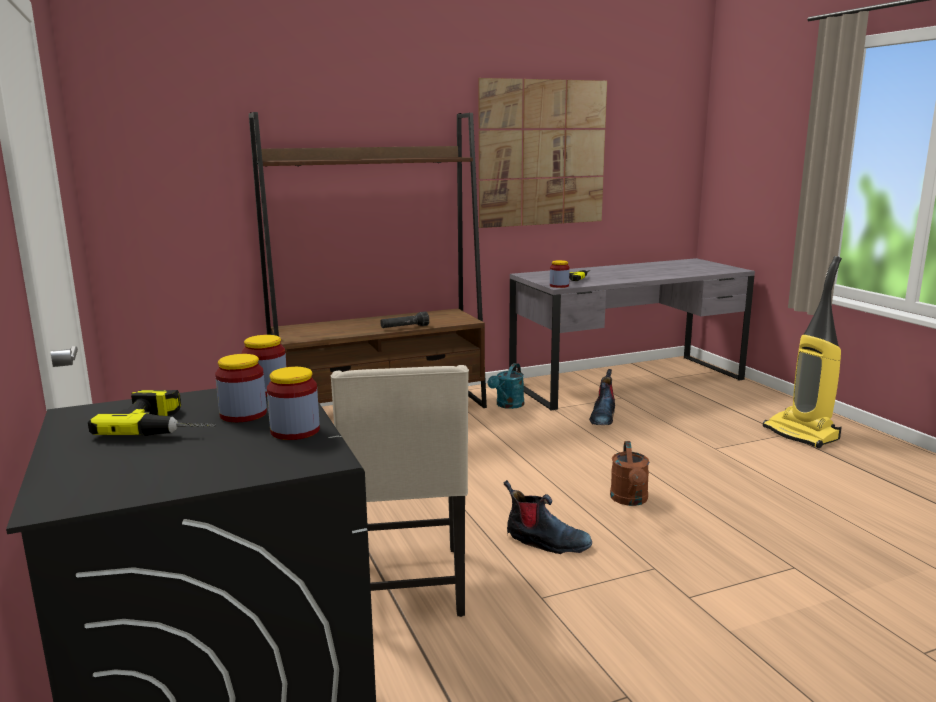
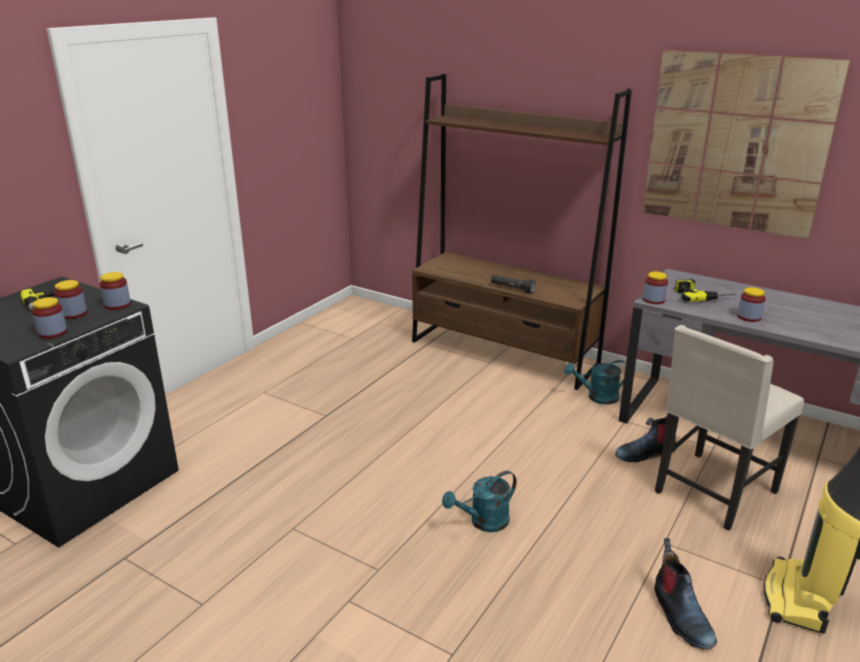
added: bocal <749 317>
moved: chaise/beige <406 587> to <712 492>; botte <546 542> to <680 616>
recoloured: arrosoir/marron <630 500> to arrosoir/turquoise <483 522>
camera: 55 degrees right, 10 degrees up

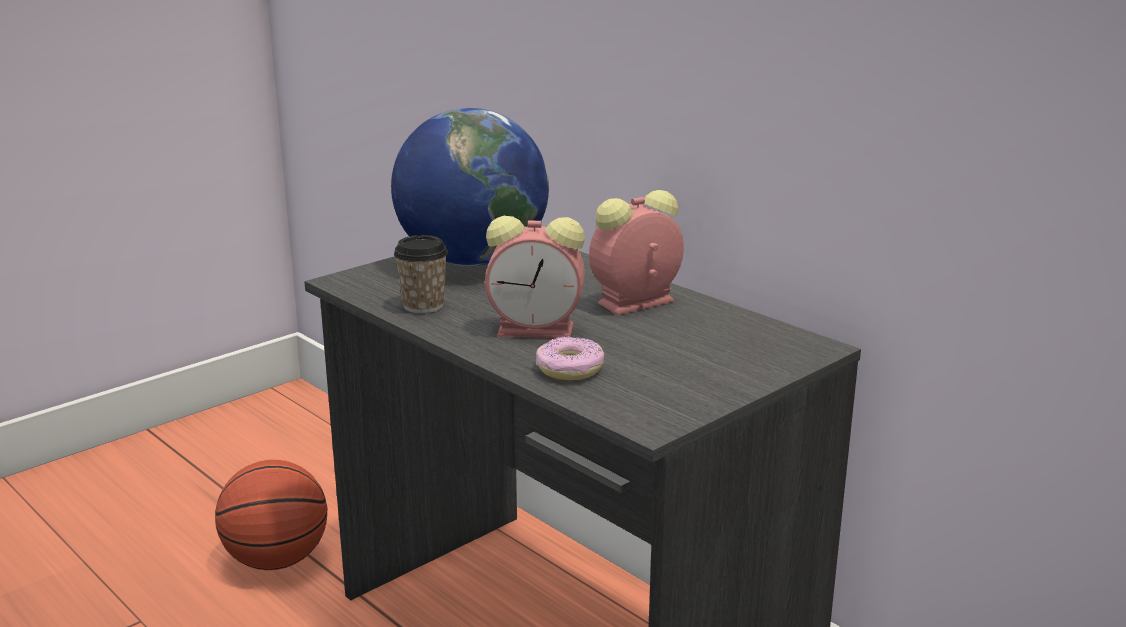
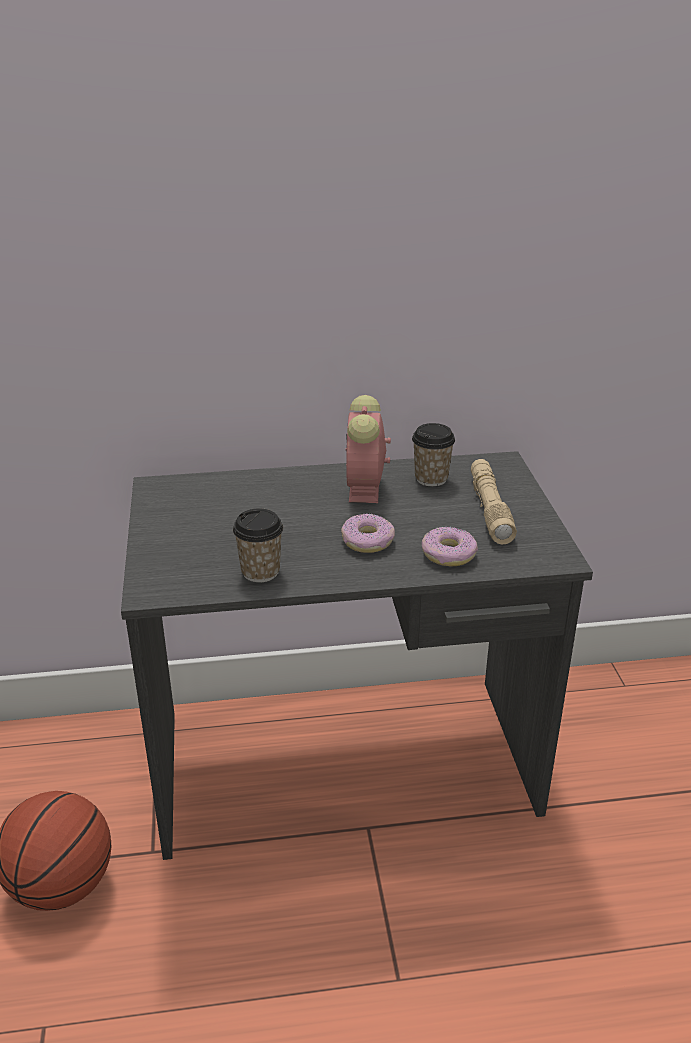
removed: globe <472 261>
added: tasse <431 478>; lampe de poche/beige <490 509>
replaced: réveil <539 329> to beignet <367 541>
camera: 55 degrees left, 10 degrees up

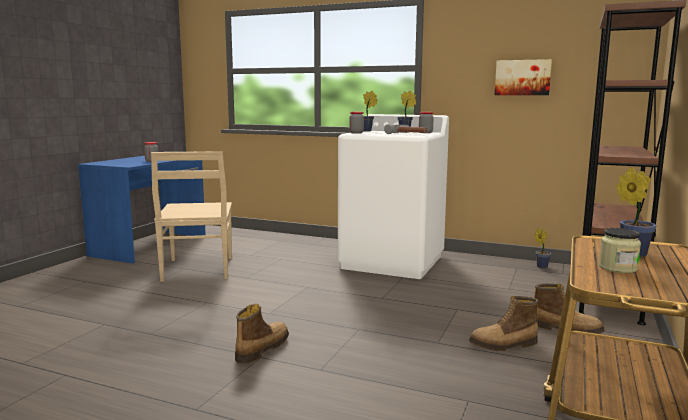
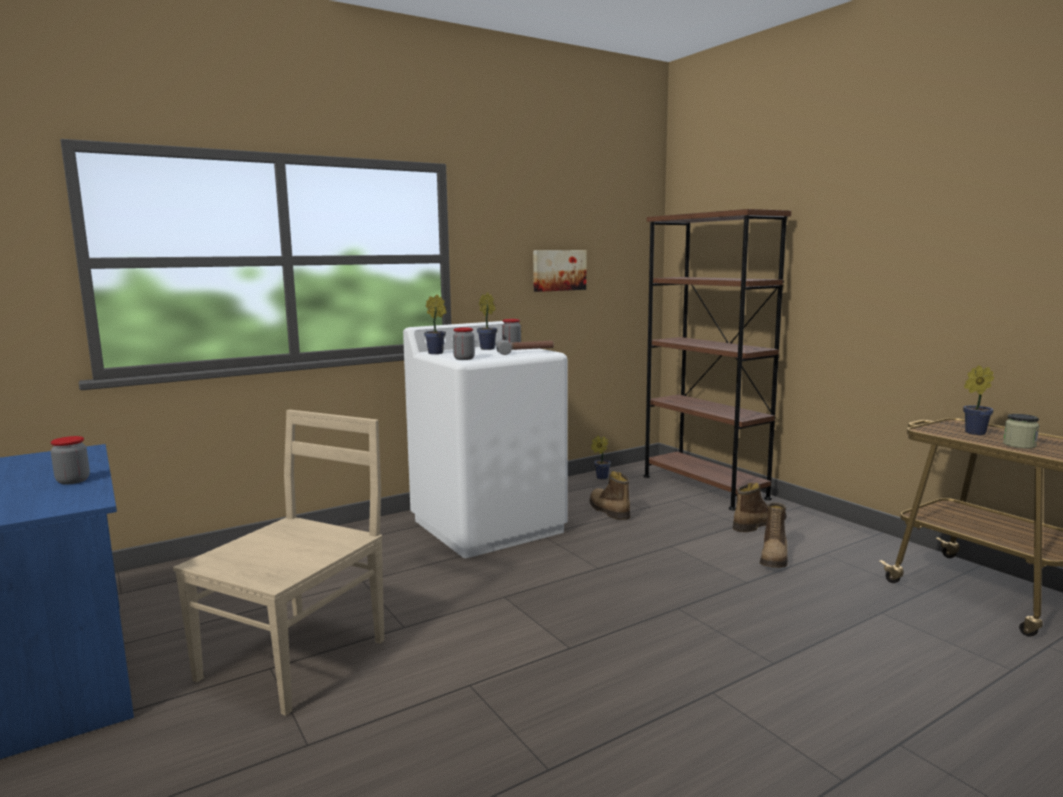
moved: botte <261 349> to <608 510>
turned: chaise/beige <197 269> = <297 657> 90 degrees counterclockwise
camera: 55 degrees left, 0 degrees up

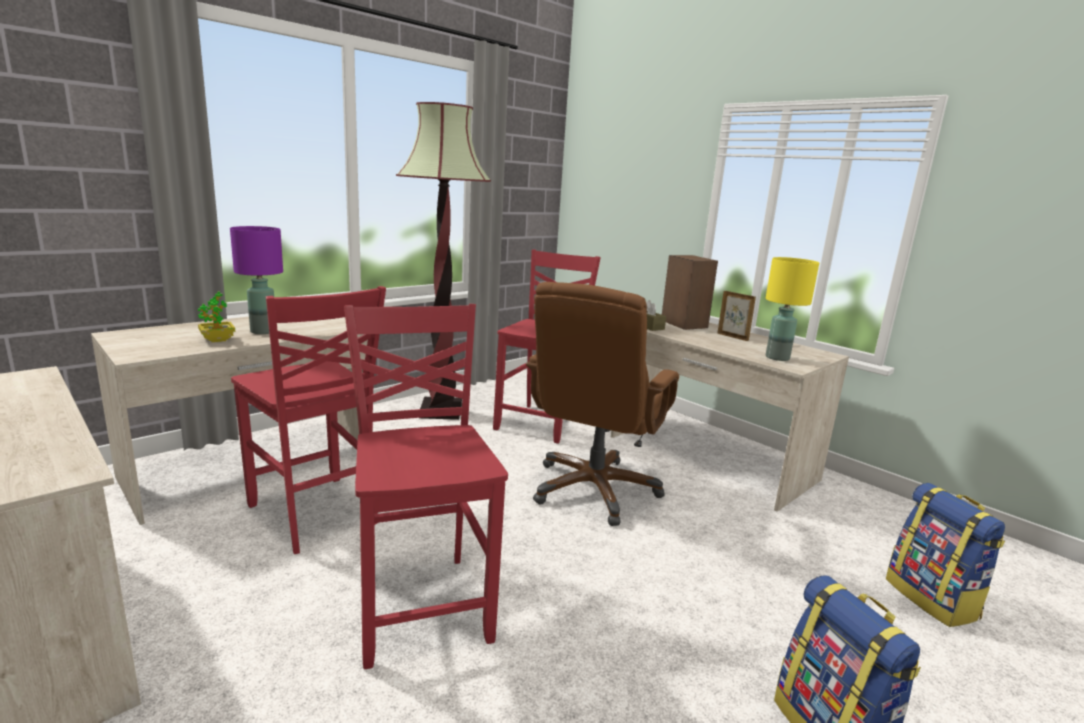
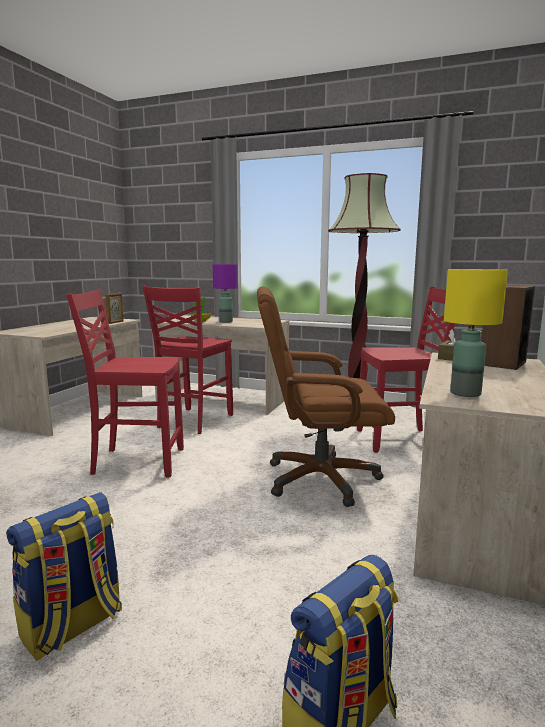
moved: cadre photo <732 337> to <115 322>
turned: chaise/rouge <422 604> = <137 461> 135 degrees counterclockwise
camera: 65 degrees right, 5 degrees down

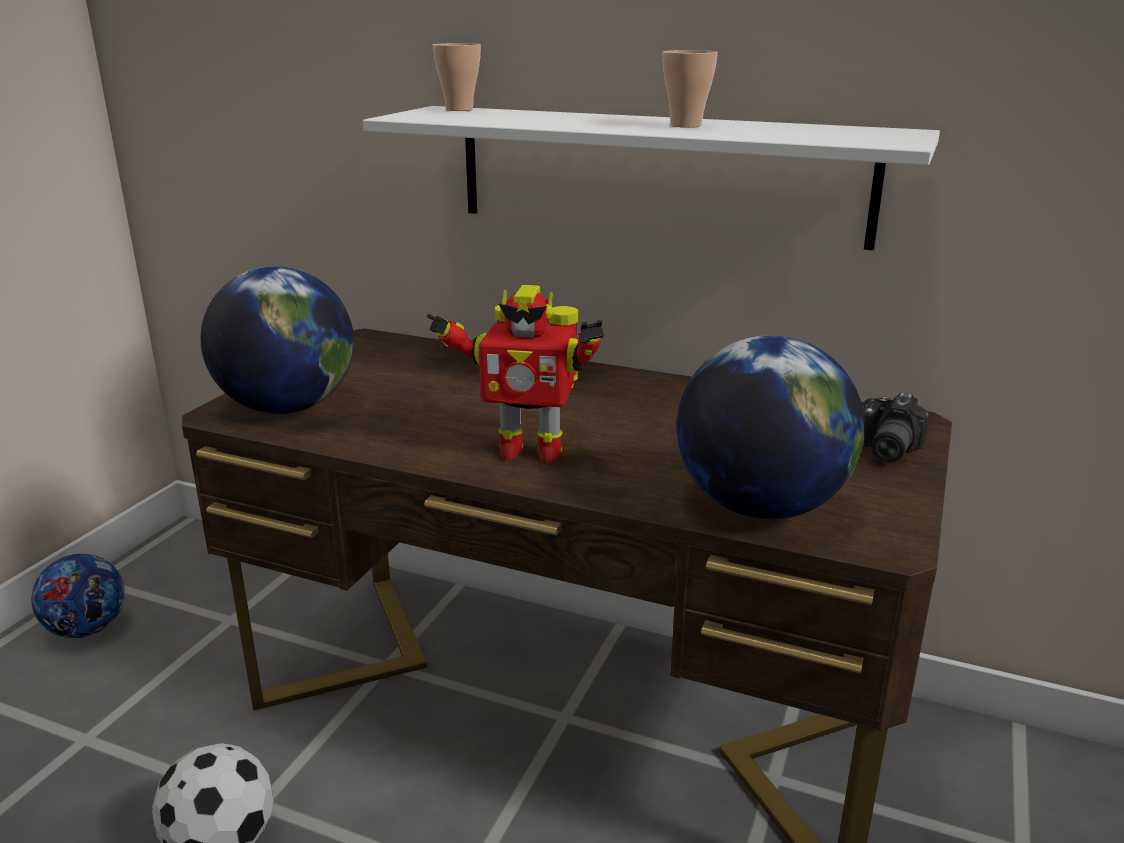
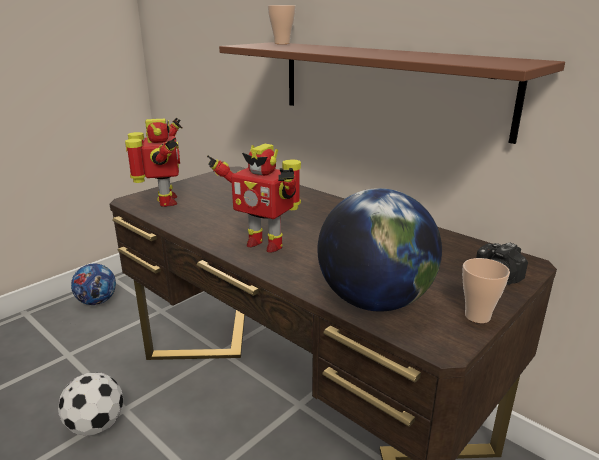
moved: tasse <686 125> to <477 316>
replaced: globe <287 407> to robot jouet <164 201>
recoloured: étagère/blanc <658 174> to étagère/marron <387 86>
camera: 20 degrees right, 0 degrees up

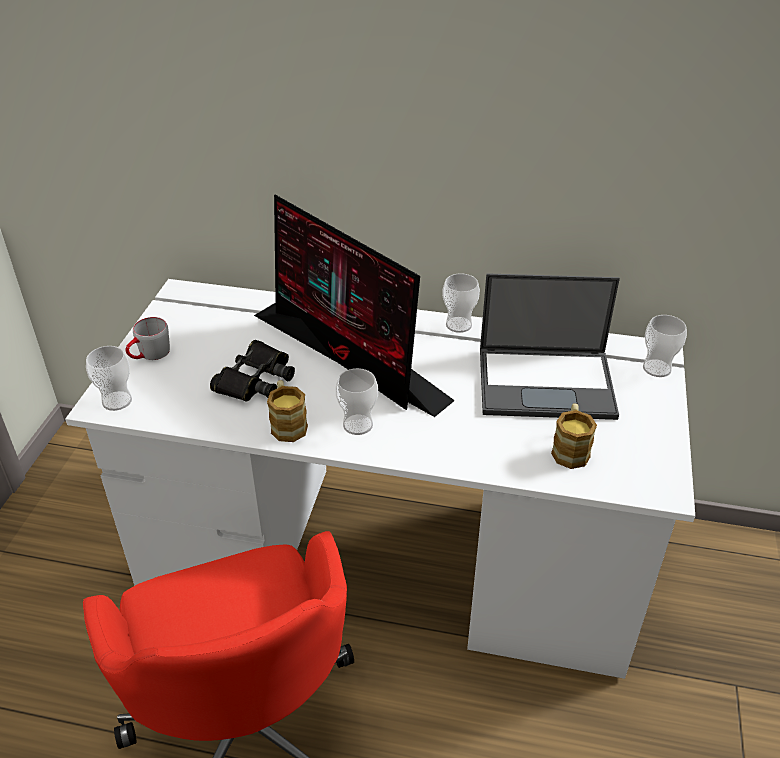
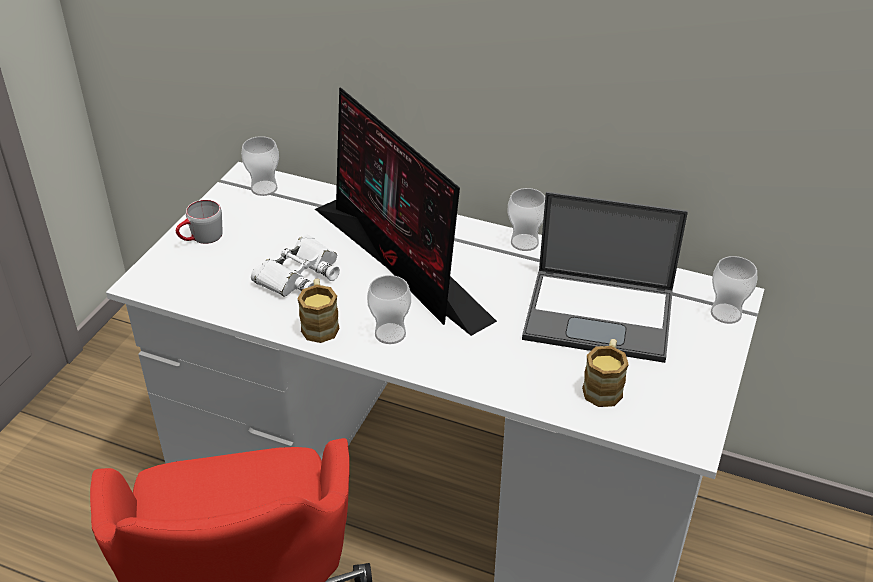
moved: tasse <117 401> to <264 188>
recoloured: jumelles/noir <255 379> to jumelles/blanc <299 275>
camera: 10 degrees right, 0 degrees up

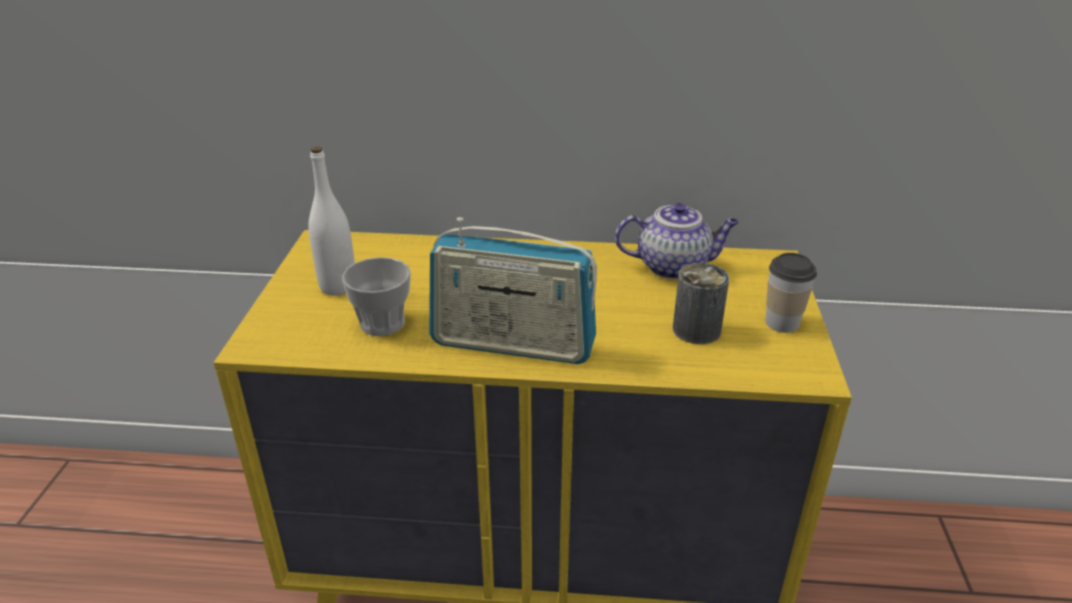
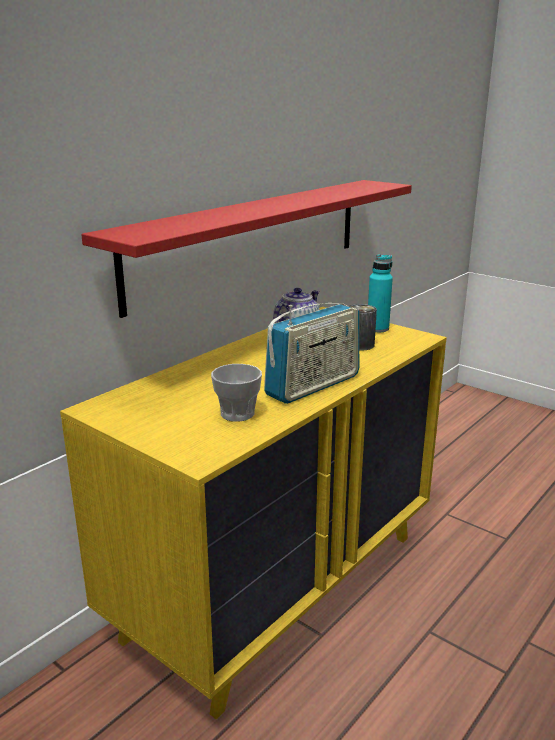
removed: bouteille/blanc <338 287>
added: étagère/rouge <252 239>
replaced: tasse <782 323> to bouteille/turquoise <377 328>
camera: 55 degrees left, 10 degrees down

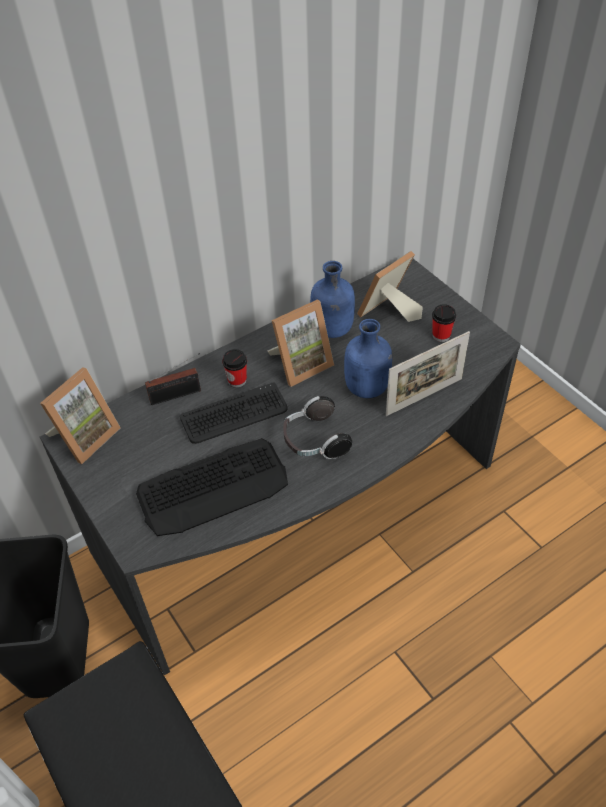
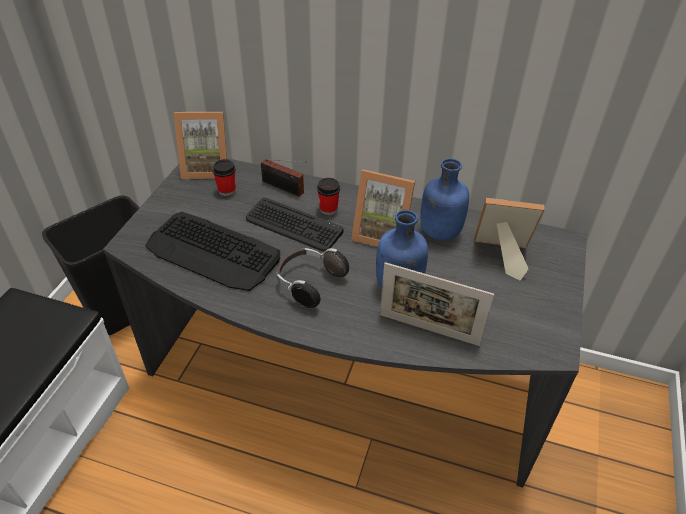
moved: tasse <441 335> to <227 190>
camera: 50 degrees right, 5 degrees down

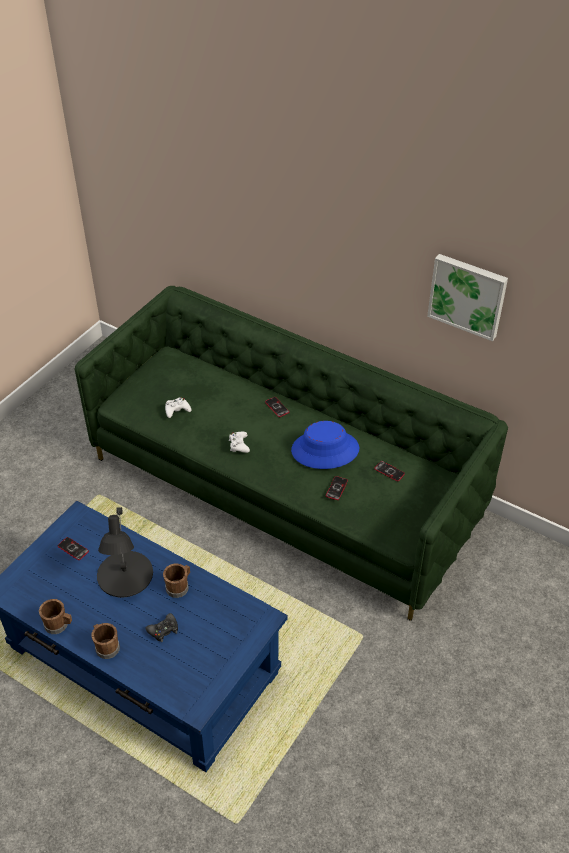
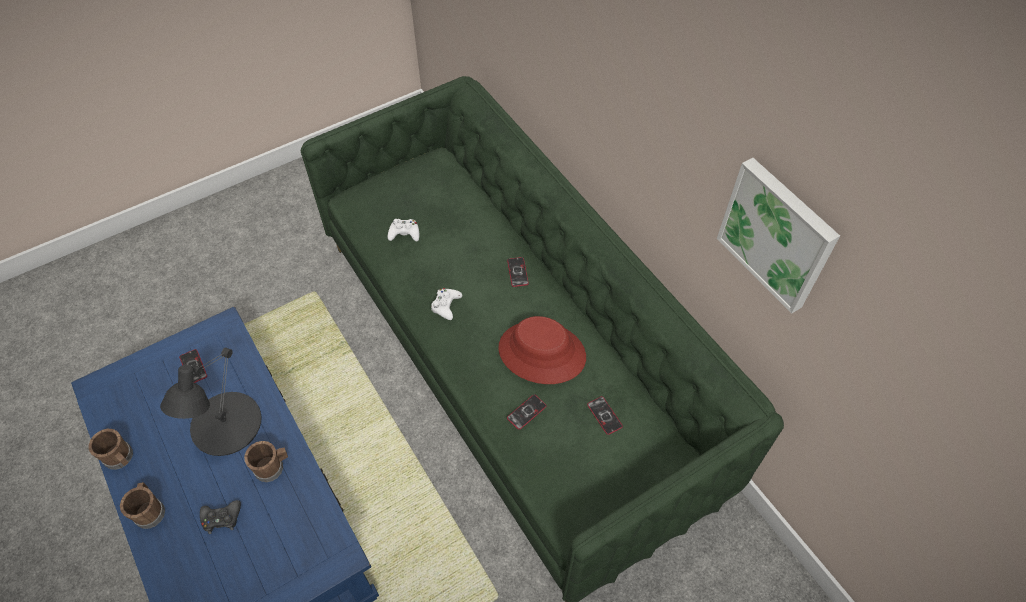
recoloured: chapeau/bleu <325 450> to chapeau/rouge <541 353>
camera: 25 degrees right, 10 degrees up

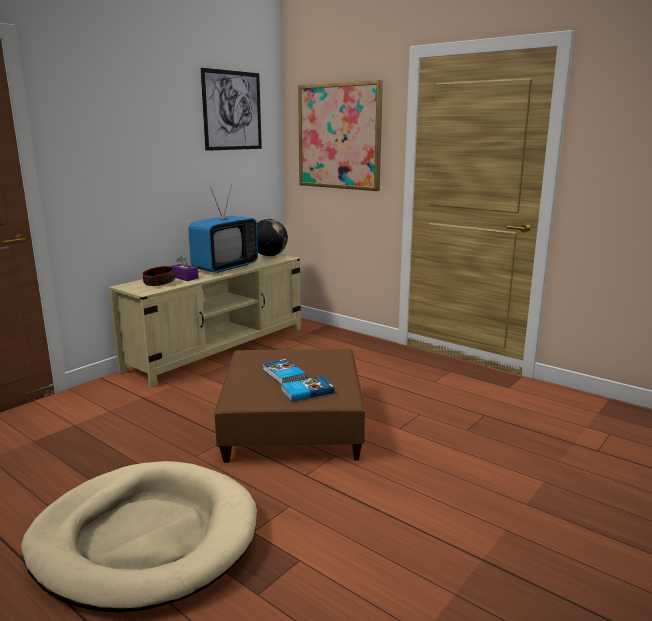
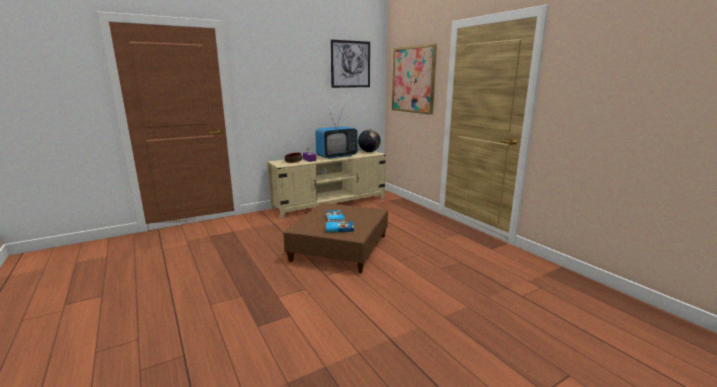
removed: panier pour chien/beige <145 538>
camera: 20 degrees right, 0 degrees up

